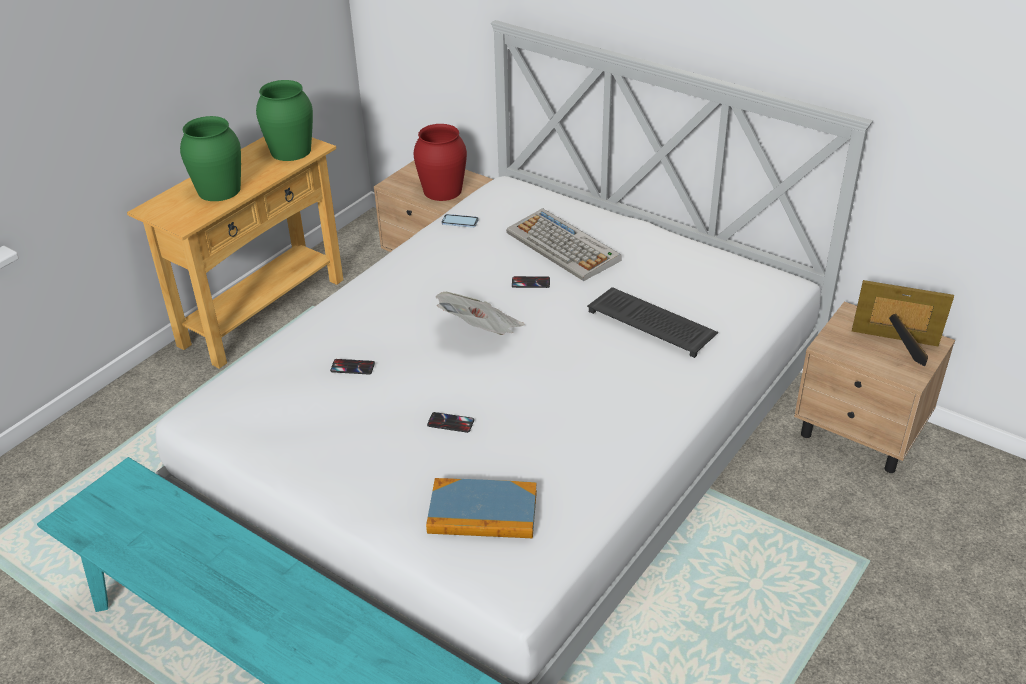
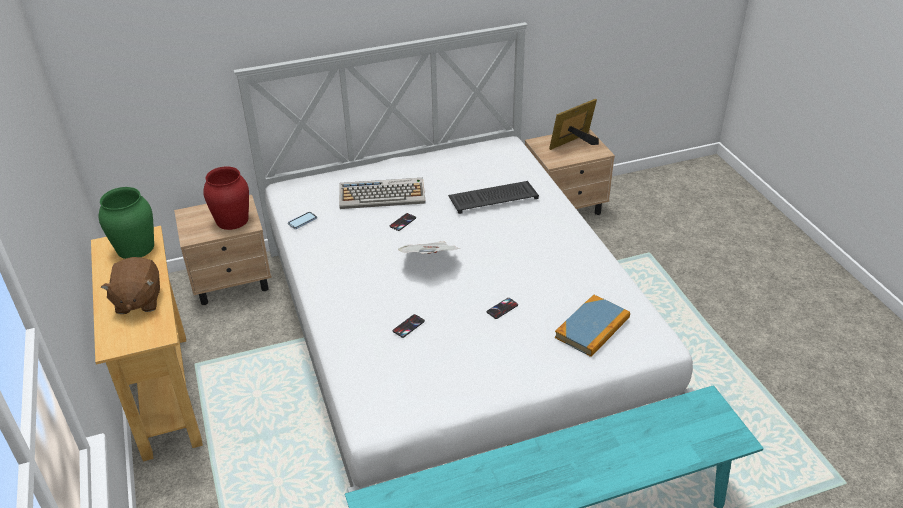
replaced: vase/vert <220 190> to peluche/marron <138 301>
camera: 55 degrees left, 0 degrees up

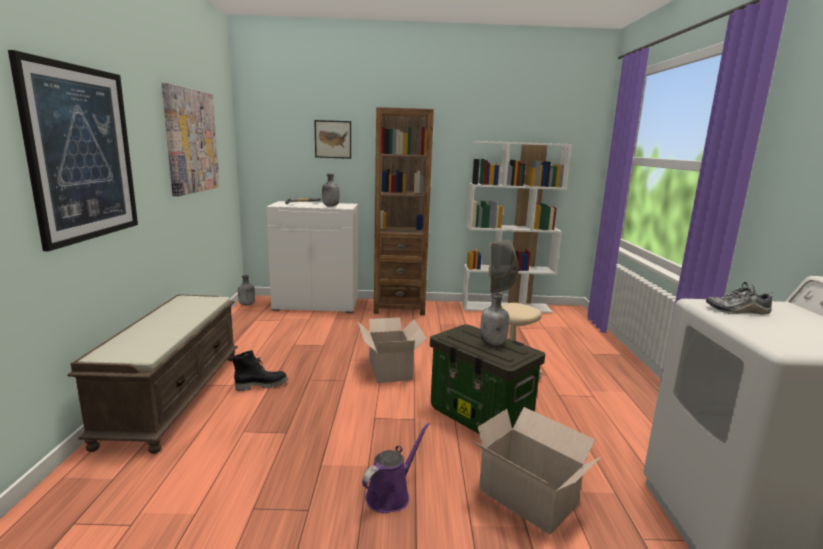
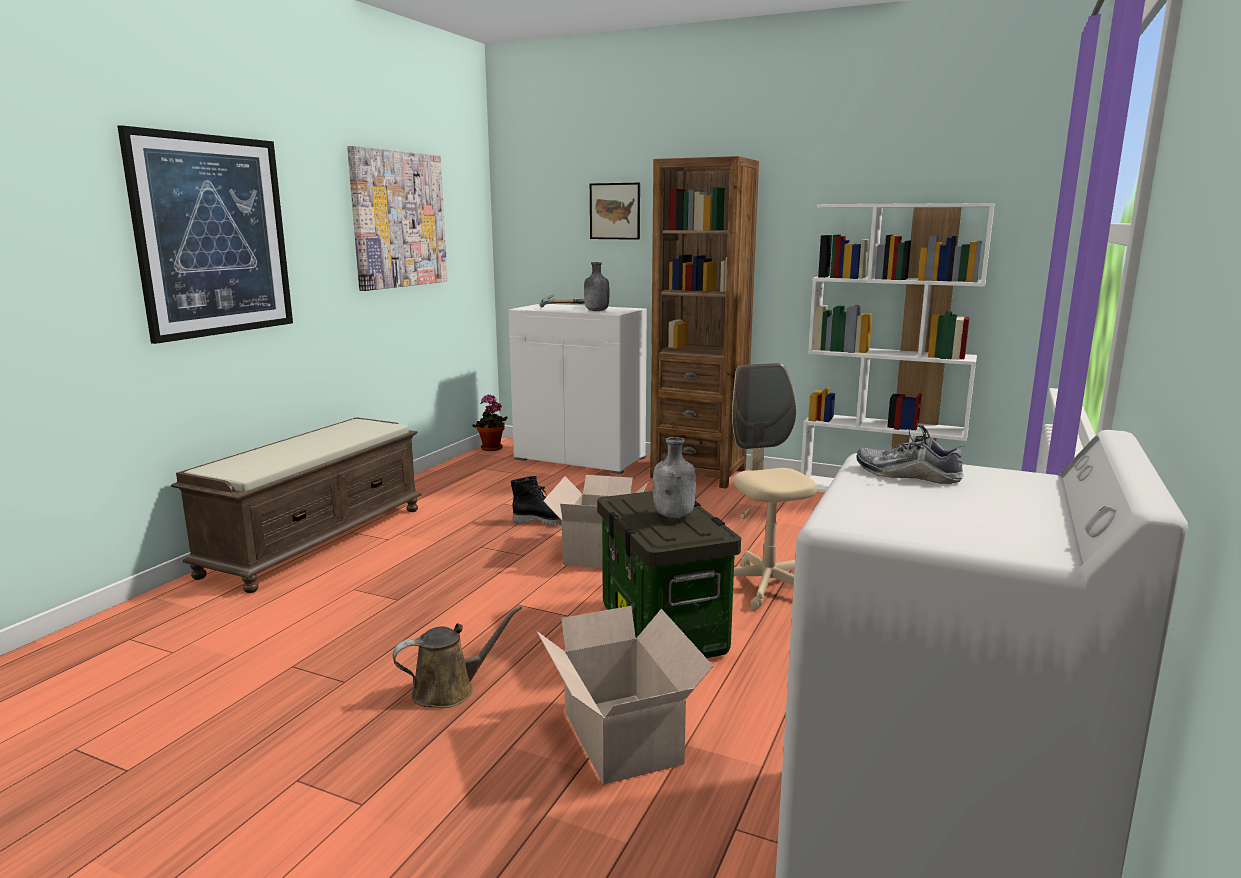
moved: botte/noir <261 385> to <544 521>
replaced: bouteille/gris <247 304> to plante en pot <491 449>
recoloured: arrosoir/violet <391 494> to arrosoir/marron <449 690>
camera: 25 degrees right, 0 degrees up

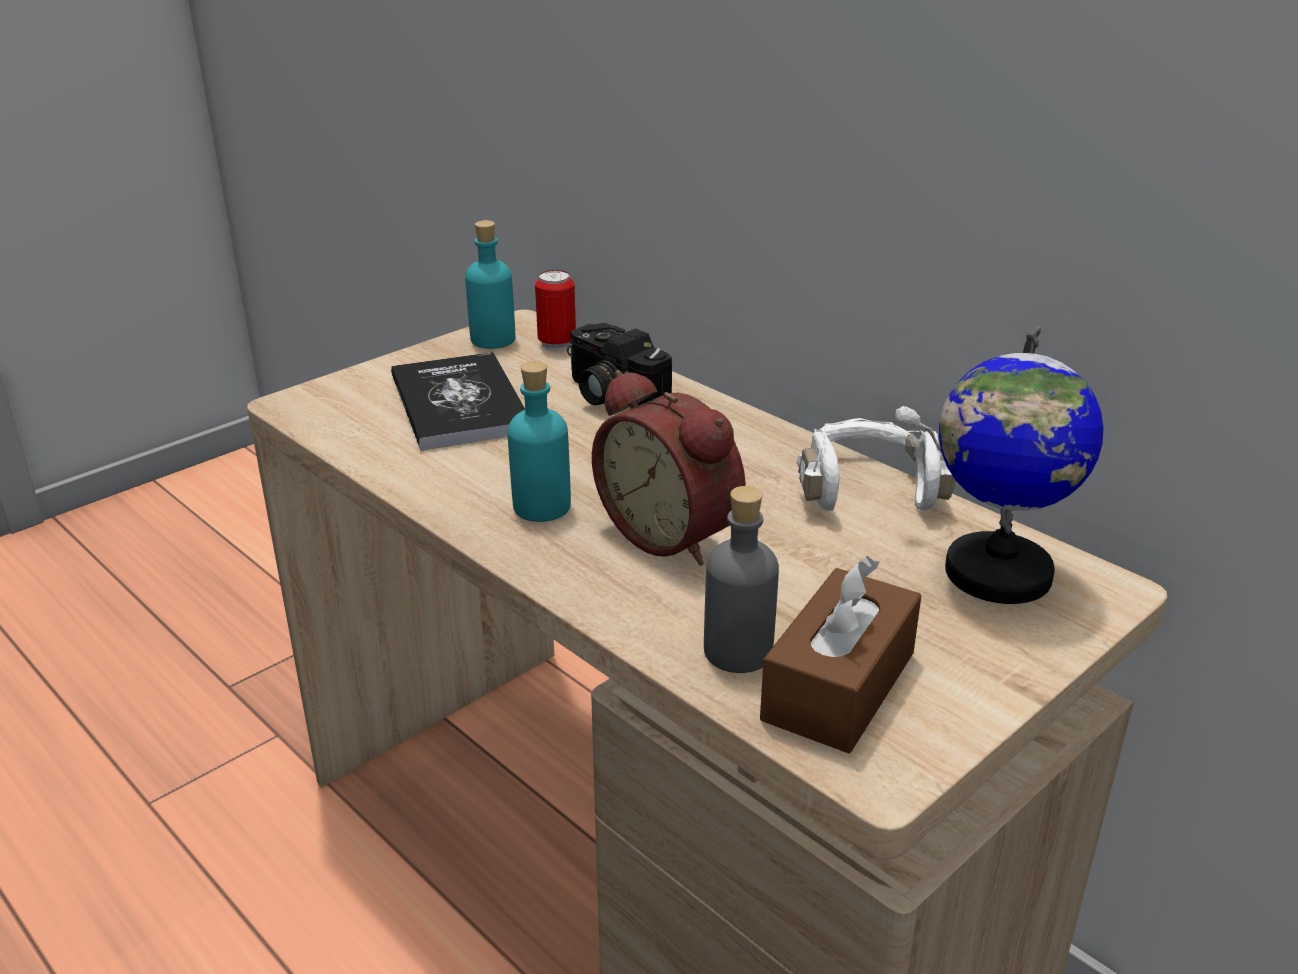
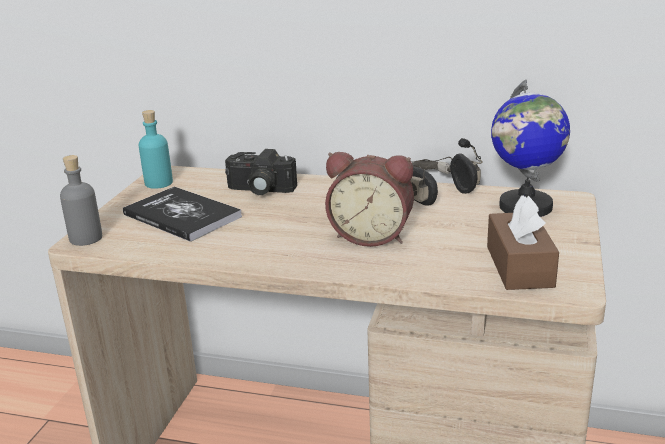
removed: bouteille/turquoise <541 506>; boîte métallique <557 344>
moved: bouteille/gris <738 651> to <86 238>
recoloured: casque audio/blanc <867 488> to casque audio/noir <432 192>
camera: 30 degrees left, 5 degrees down

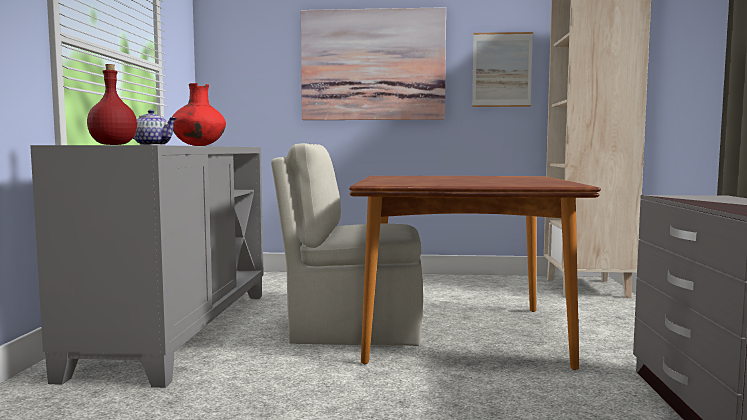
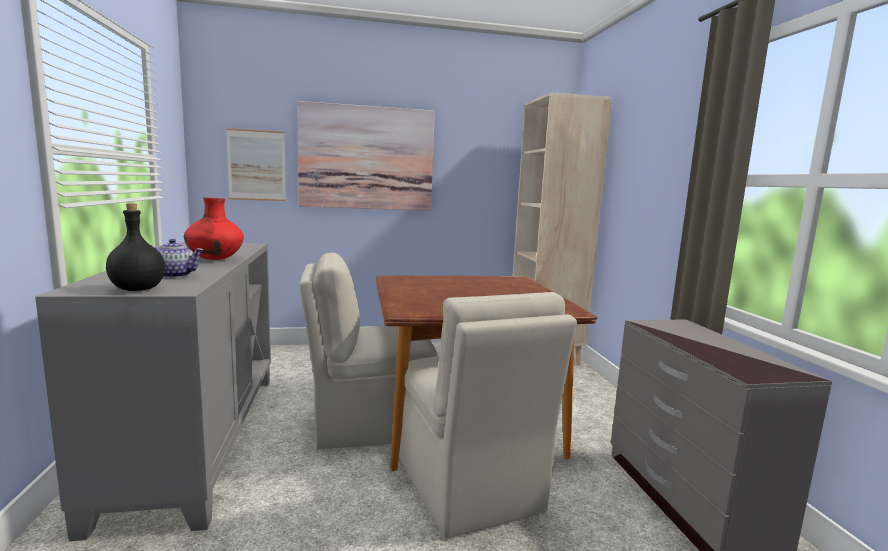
added: chaise/beige <468 485>
moved: tableau <502 70> to <256 165>
recoloured: bouteille/rouge <114 144> to bouteille/noir <139 289>
camera: 15 degrees left, 5 degrees up

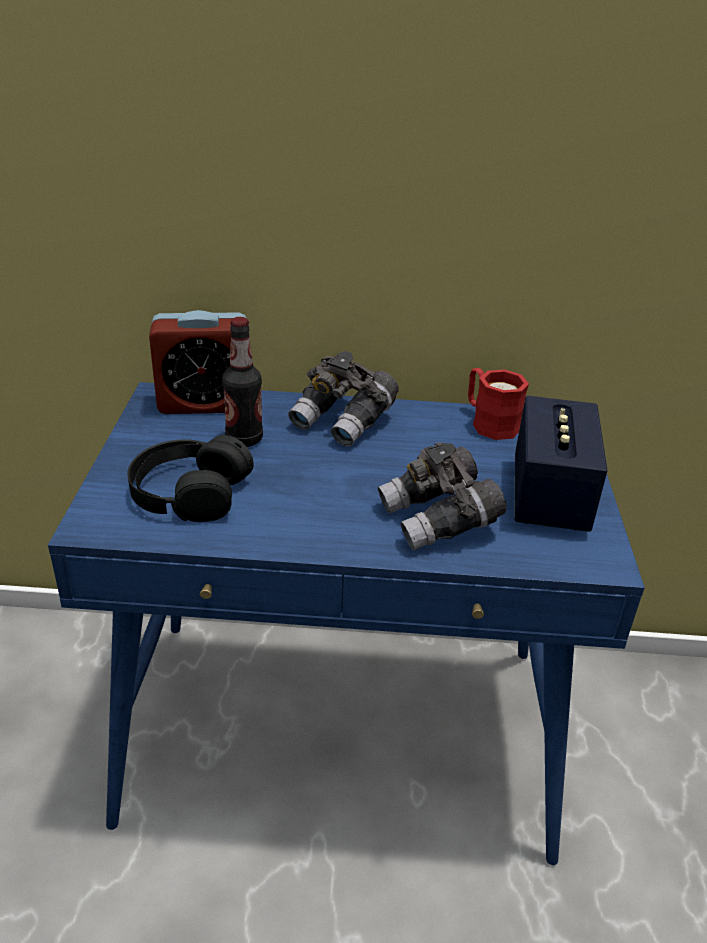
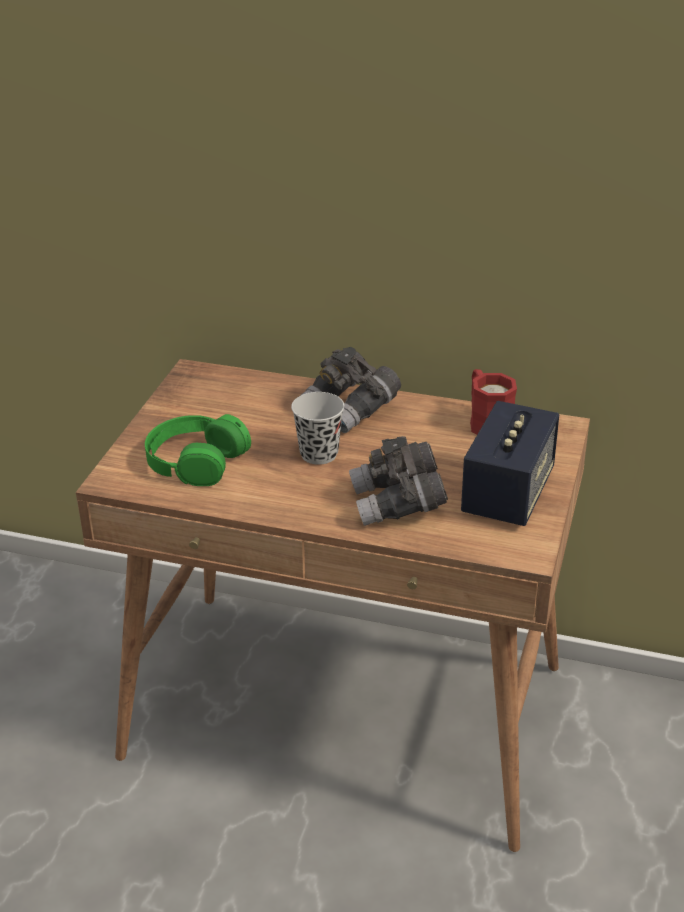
removed: réveil <204 403>; bouteille <244 439>
added: tasse/noir <319 454>
recoloured: bureau/bleu <342 730> to bureau/marron <348 711>; casque audio/noir <189 492> to casque audio/vert <195 460>
camera: 15 degrees right, 0 degrees up

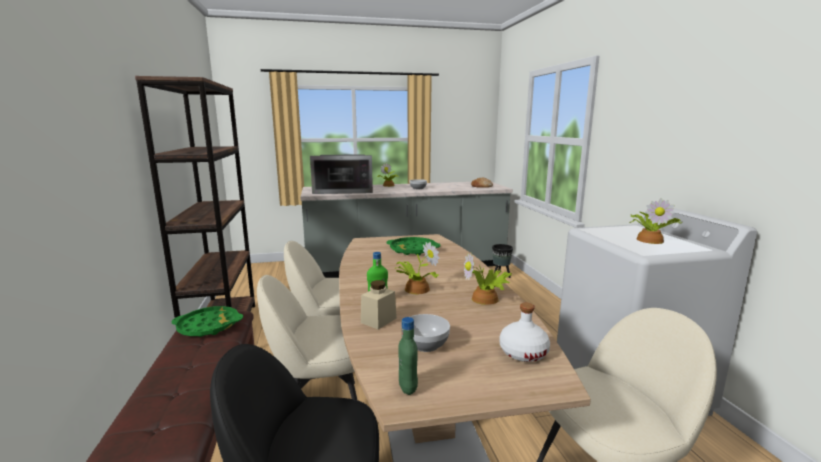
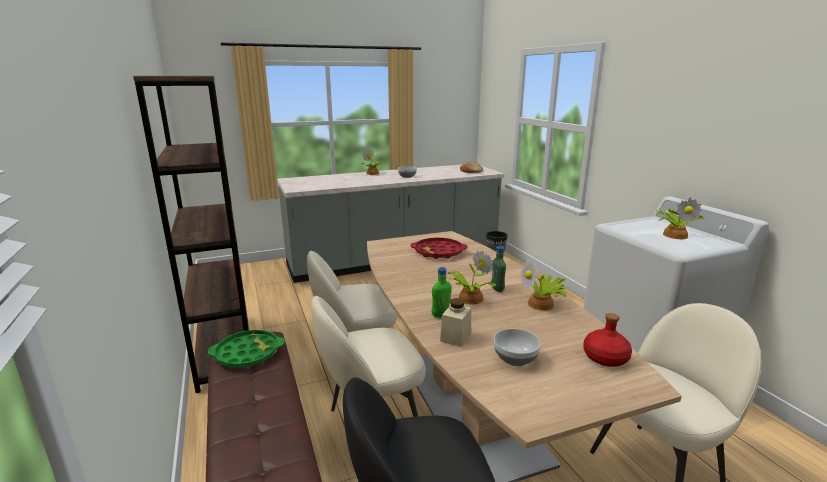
removed: micro-ondes <343 191>
moved: bouteille/vert <408 388> to <497 289>
recoloured: plateau/vert <413 250> to plateau/rouge <438 252>; bouteille/blanc <523 352> to bouteille/rouge <605 357>
camera: 10 degrees left, 5 degrees up

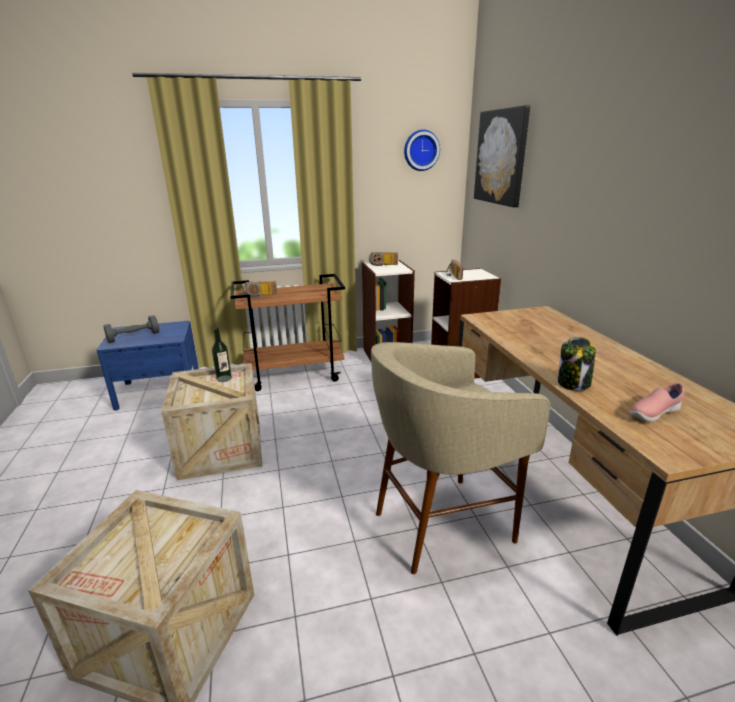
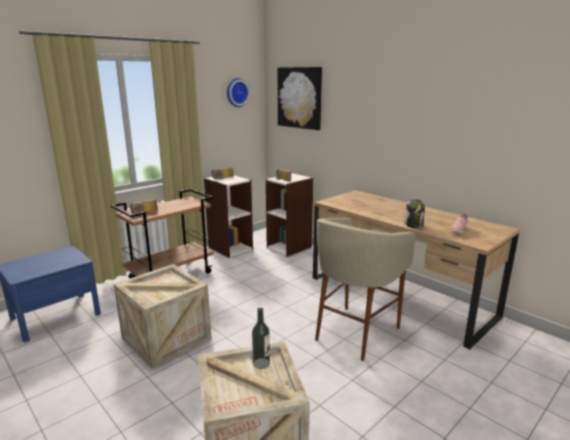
removed: haltère/gris <134 337>
moved: bouteille <224 378> to <261 363>
camera: 30 degrees left, 5 degrees down

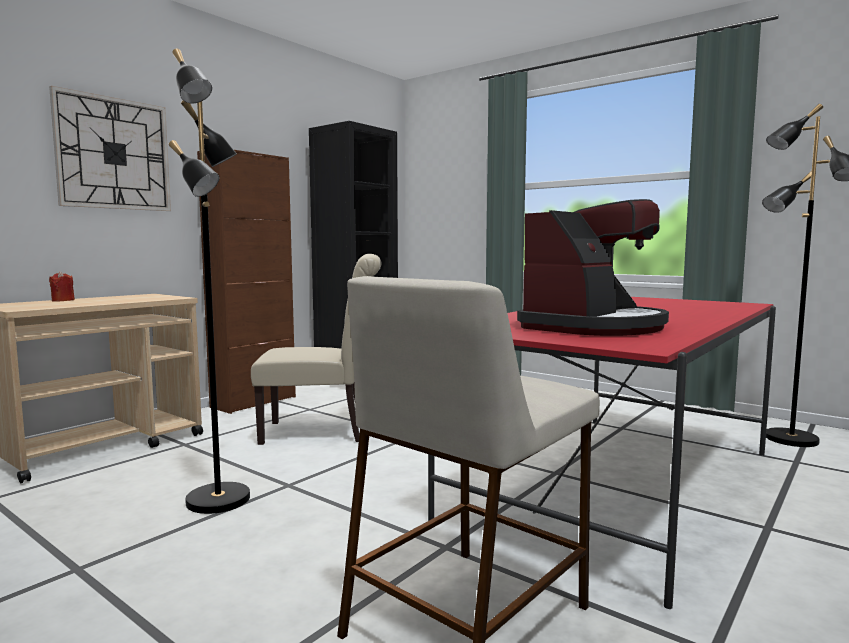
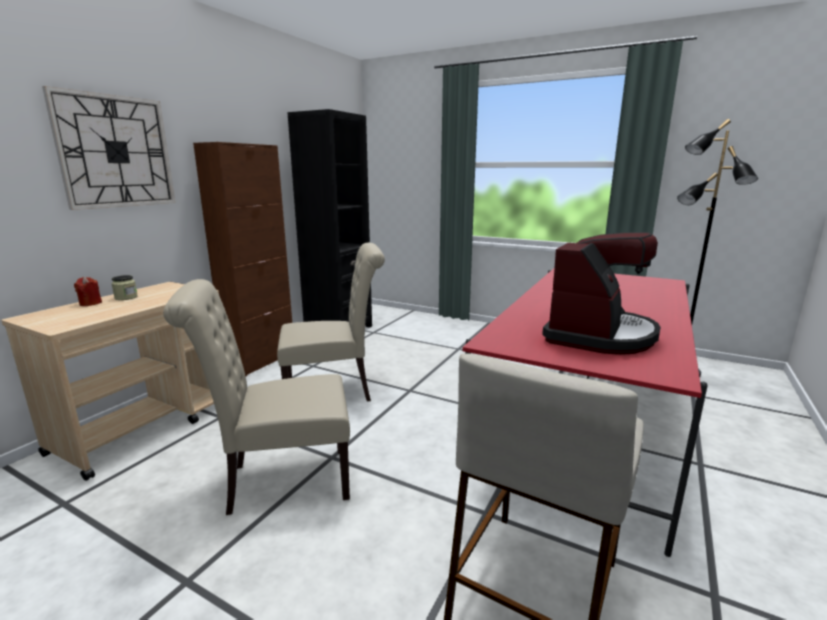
added: bocal <126 297>
replaced: lampadaire/noir <220 500> to chaise/beige <281 481>
camera: 10 degrees left, 10 degrees up

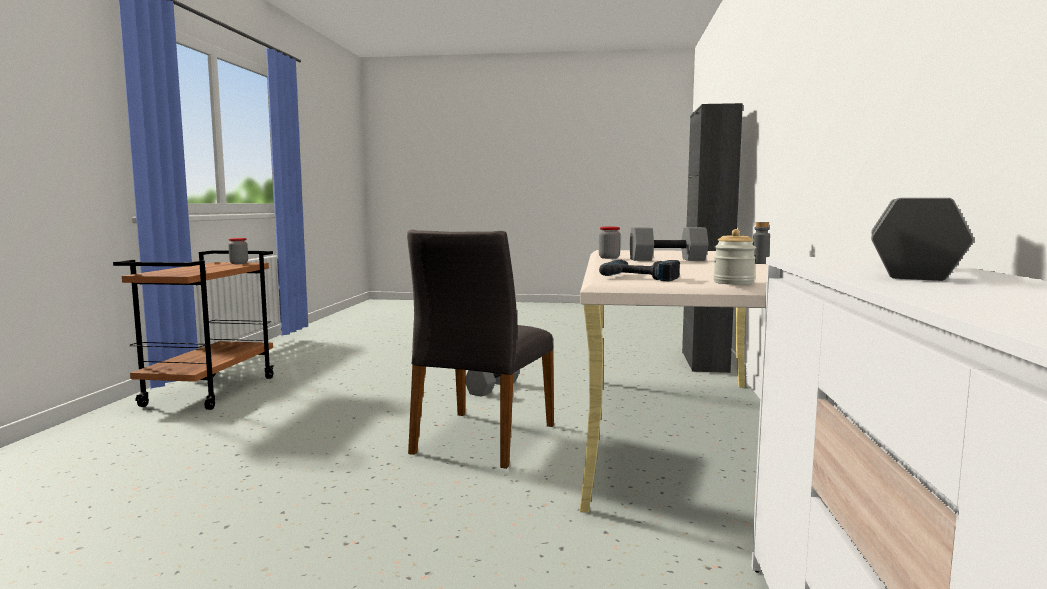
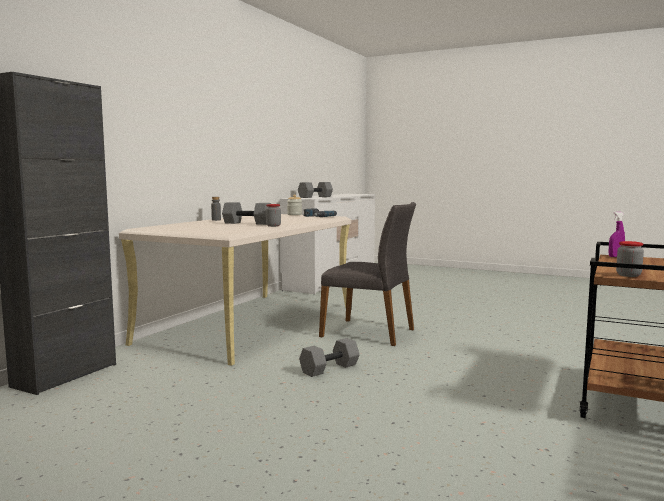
added: vaporisateur/violet <615 256>
turned: chaise/gris <482 439> = <369 332> 75 degrees clockwise
camera: 160 degrees left, 0 degrees up

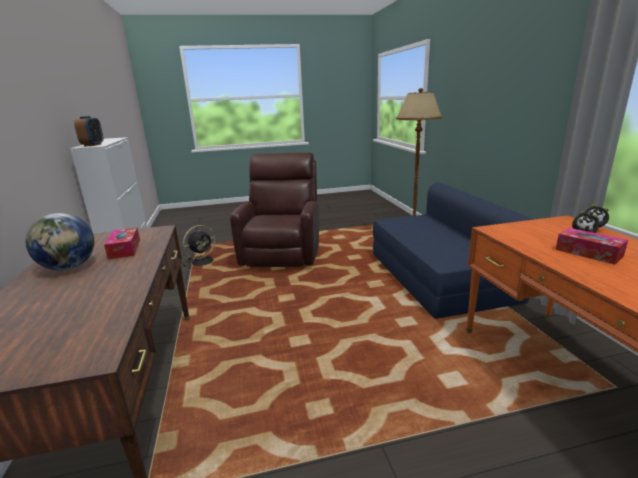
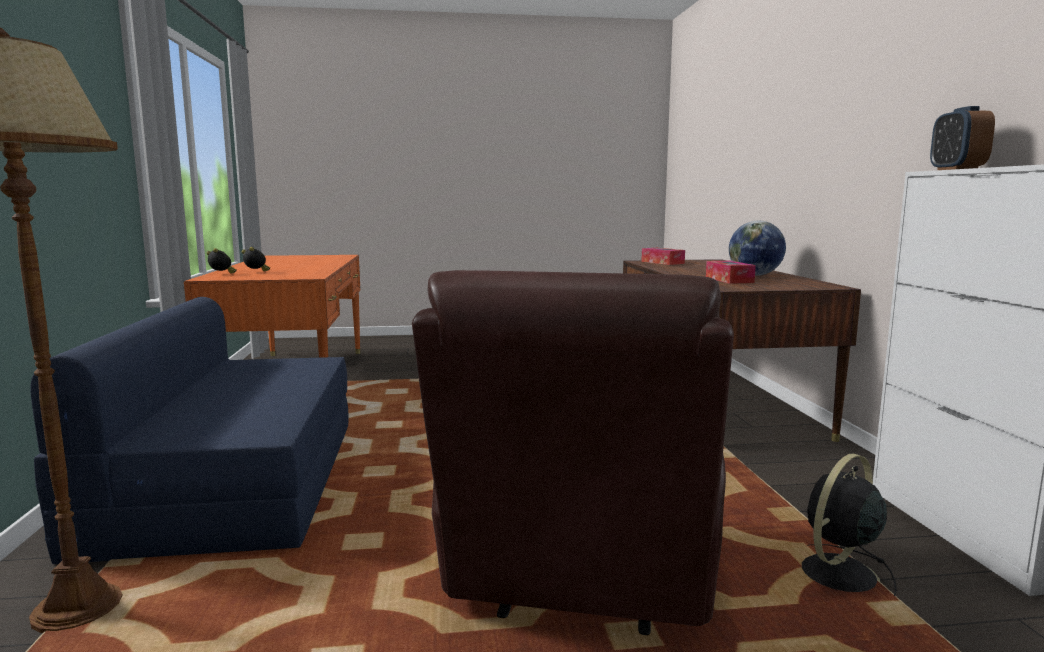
moved: boîte à mouchoirs <588 253> to <662 262>
camera: 175 degrees left, 10 degrees down

